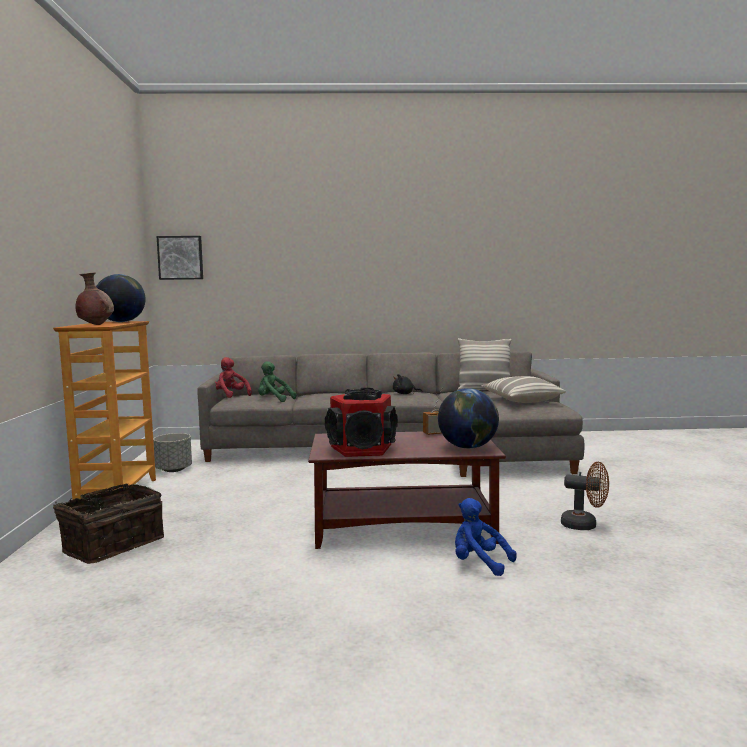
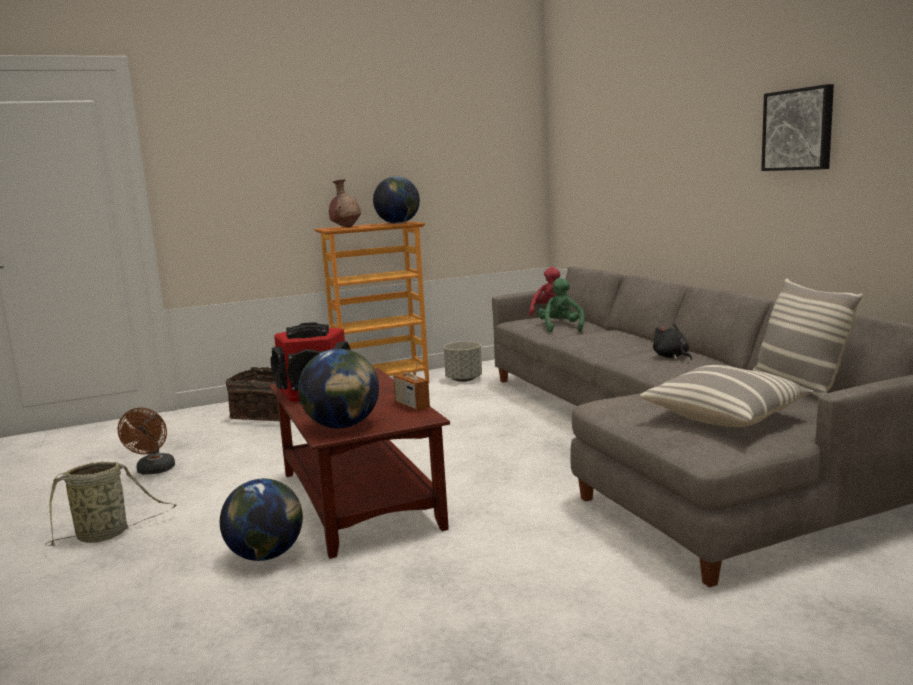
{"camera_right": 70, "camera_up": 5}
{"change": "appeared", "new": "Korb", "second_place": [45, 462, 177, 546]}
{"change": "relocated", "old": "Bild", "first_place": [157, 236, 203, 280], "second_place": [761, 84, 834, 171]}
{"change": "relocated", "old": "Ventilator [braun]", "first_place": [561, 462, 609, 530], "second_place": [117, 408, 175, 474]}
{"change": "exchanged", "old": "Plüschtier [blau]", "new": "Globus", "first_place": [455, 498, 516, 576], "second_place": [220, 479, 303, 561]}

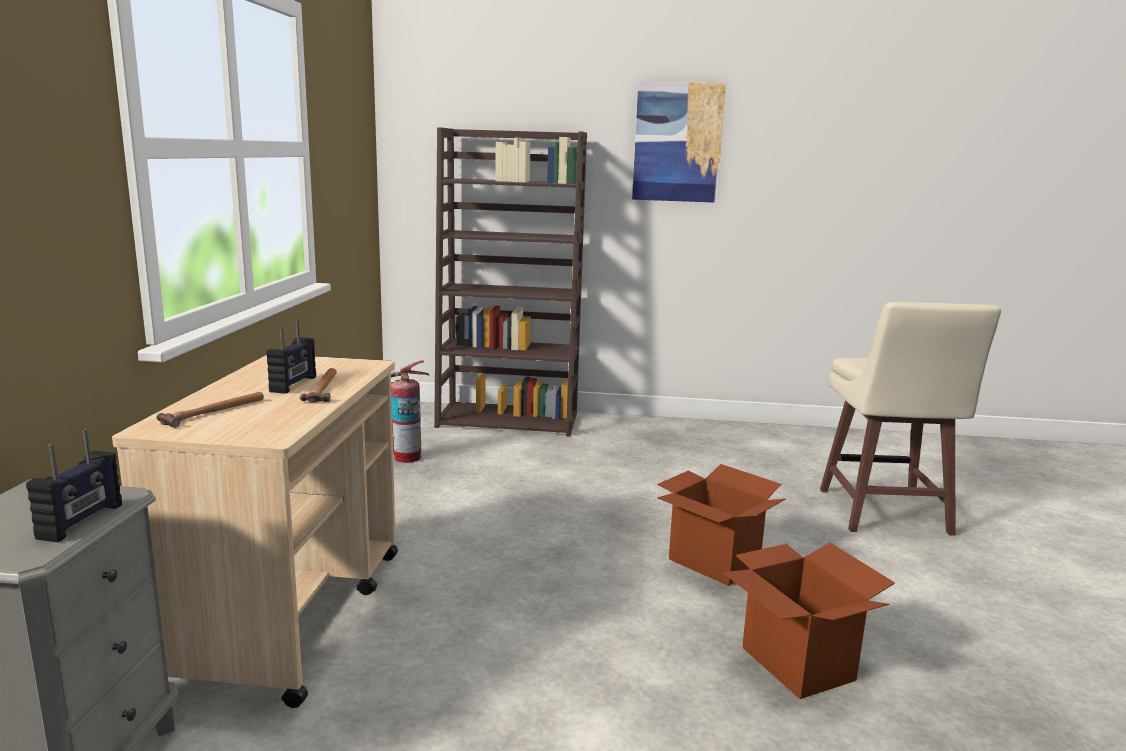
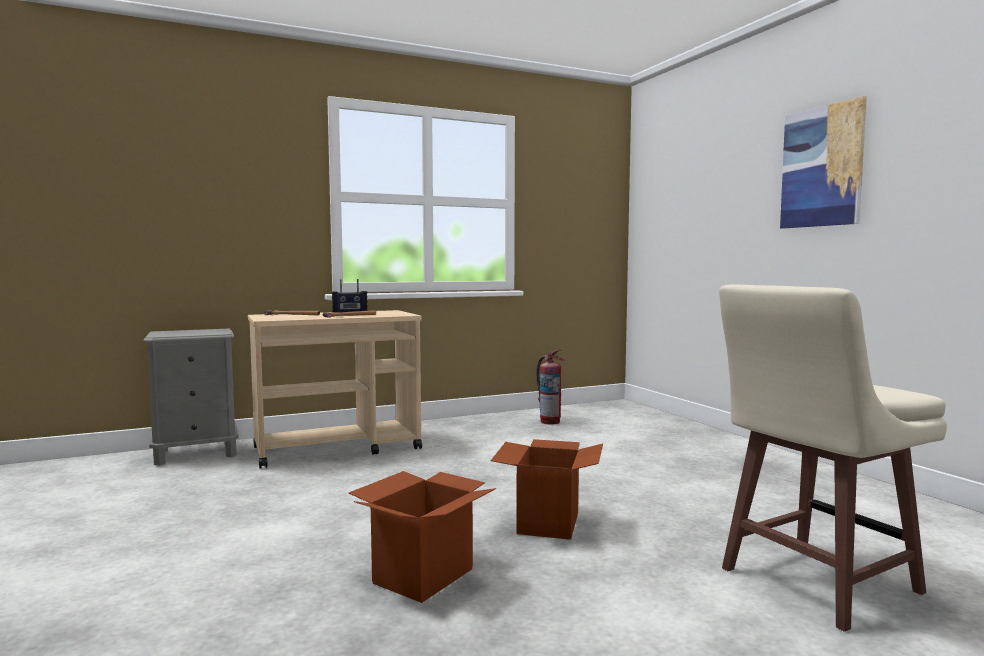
{"camera_right": 60, "camera_up": -10}
{"change": "missing", "old": "Radio", "first_place": [26, 429, 122, 542]}
{"change": "missing", "old": "Bücherregal [braun]", "first_place": [434, 127, 587, 437]}

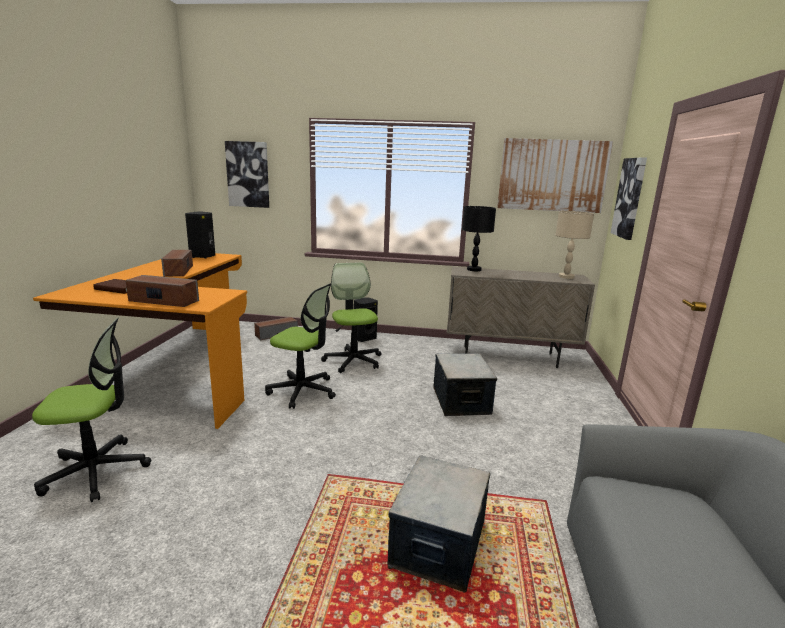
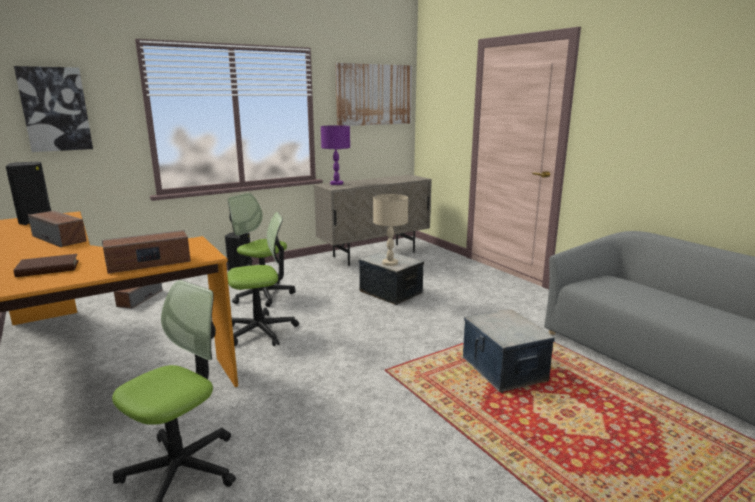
{"camera_right": -40, "camera_up": 0}
{"change": "missing", "old": "Bild", "first_place": [611, 157, 647, 240]}
{"change": "relocated", "old": "Tischlampe [beige]", "first_place": [555, 211, 594, 279], "second_place": [373, 194, 408, 266]}
{"change": "colour", "old": "Tischlampe [schwarz]", "new": "Tischlampe [lila]", "first_place": [462, 206, 496, 271], "second_place": [321, 125, 350, 185]}

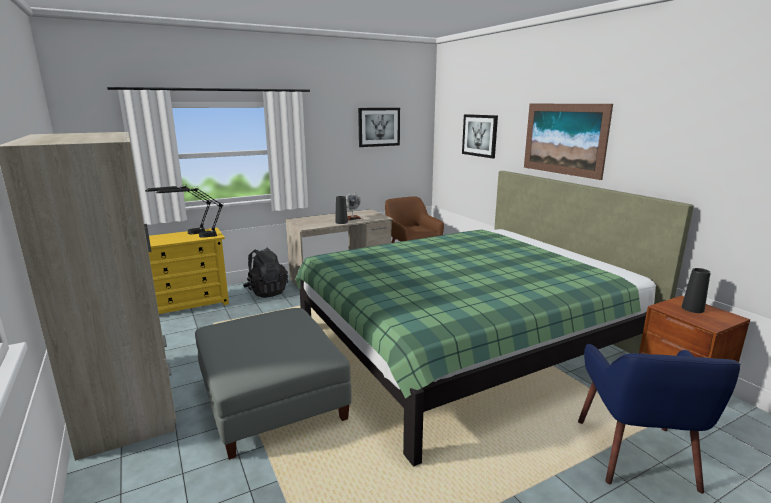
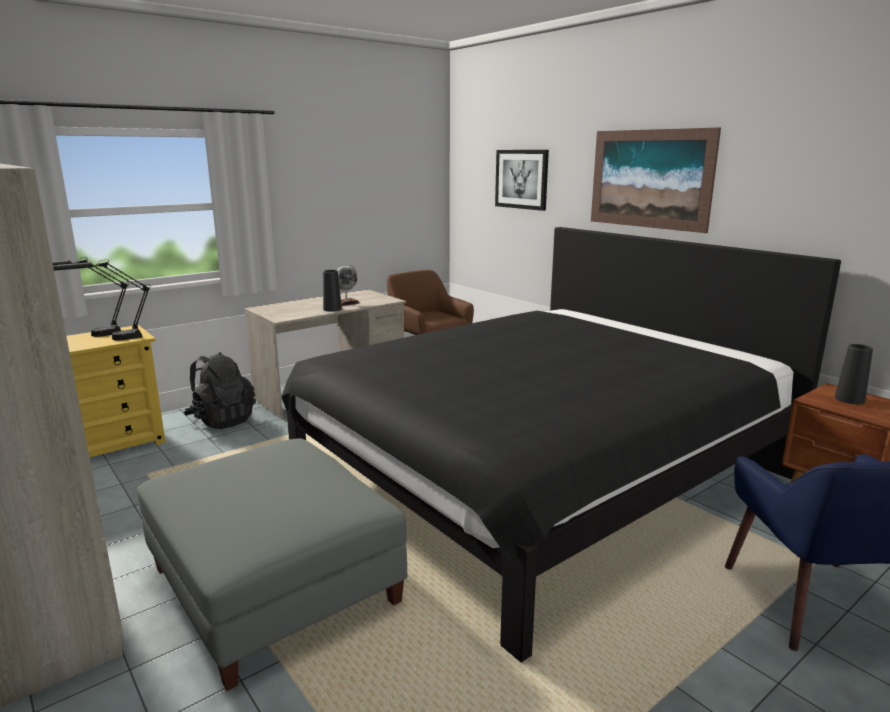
{"camera_right": -10, "camera_up": 0}
{"change": "missing", "old": "Bild", "first_place": [358, 108, 400, 147]}
{"change": "colour", "old": "Bett [grün]", "new": "Bett [schwarz]", "first_place": [295, 171, 694, 466], "second_place": [281, 227, 841, 662]}

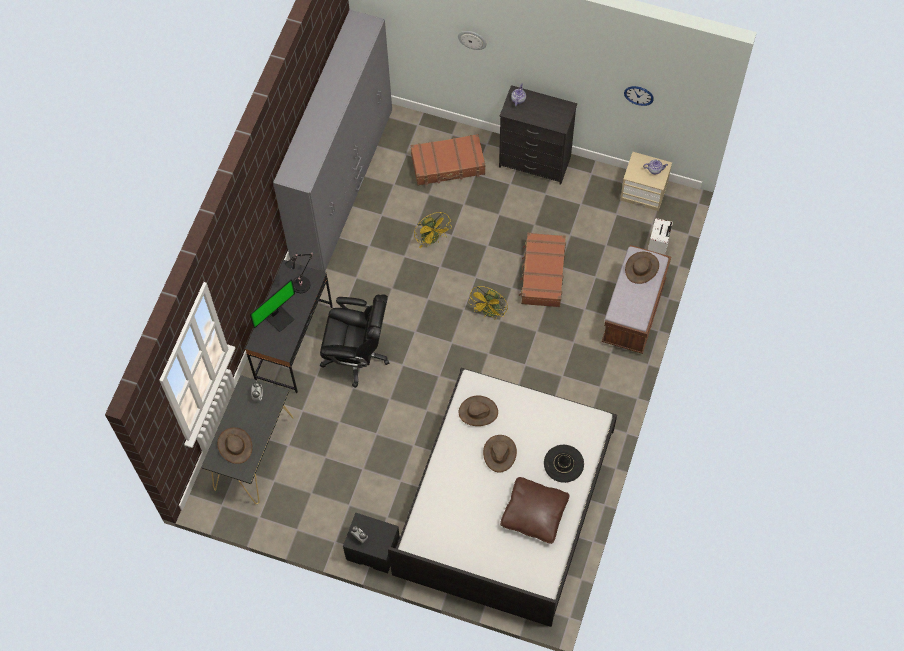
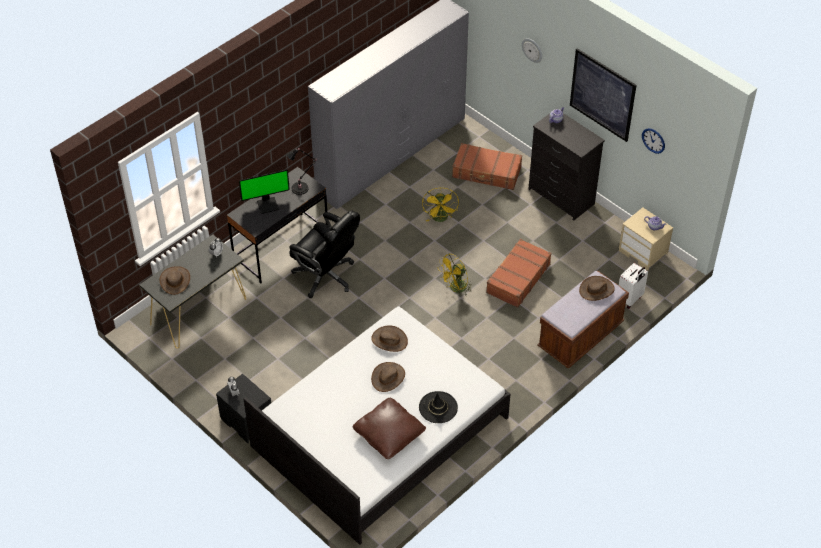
{"camera_right": 25, "camera_up": -15}
{"change": "appeared", "new": "Bild", "second_place": [570, 48, 636, 142]}

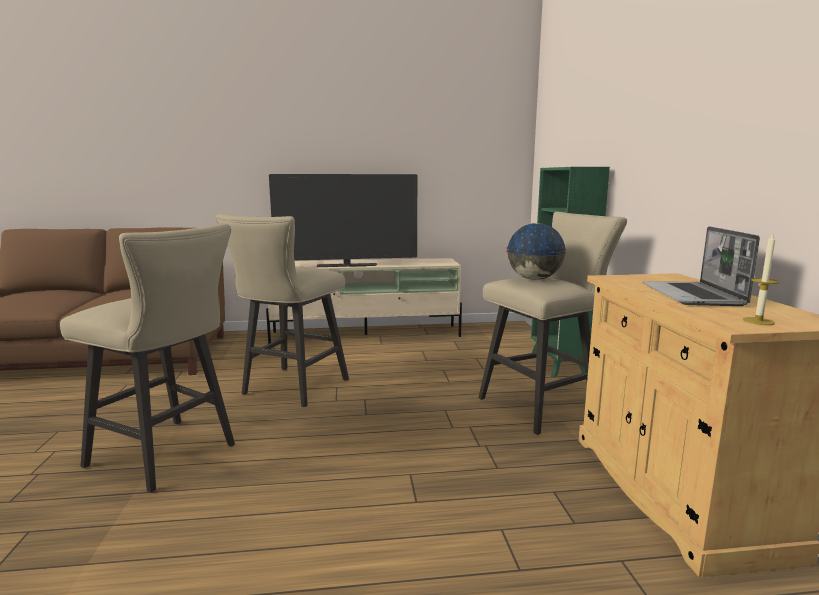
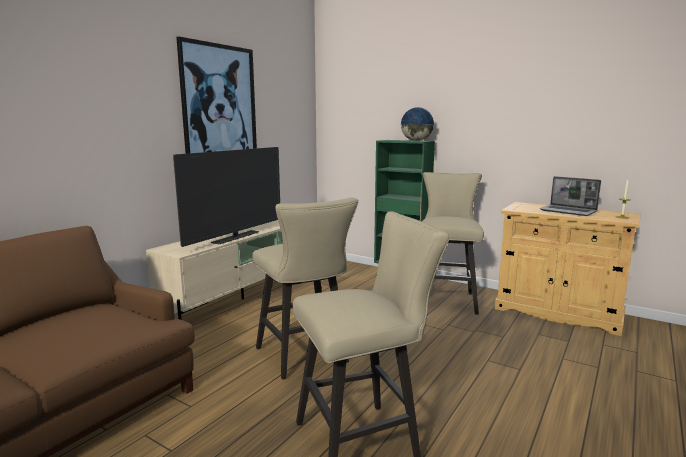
{"camera_right": -50, "camera_up": 0}
{"change": "appeared", "new": "Bild", "second_place": [176, 36, 257, 154]}
{"change": "relocated", "old": "Globus", "first_place": [506, 223, 567, 280], "second_place": [401, 107, 434, 141]}

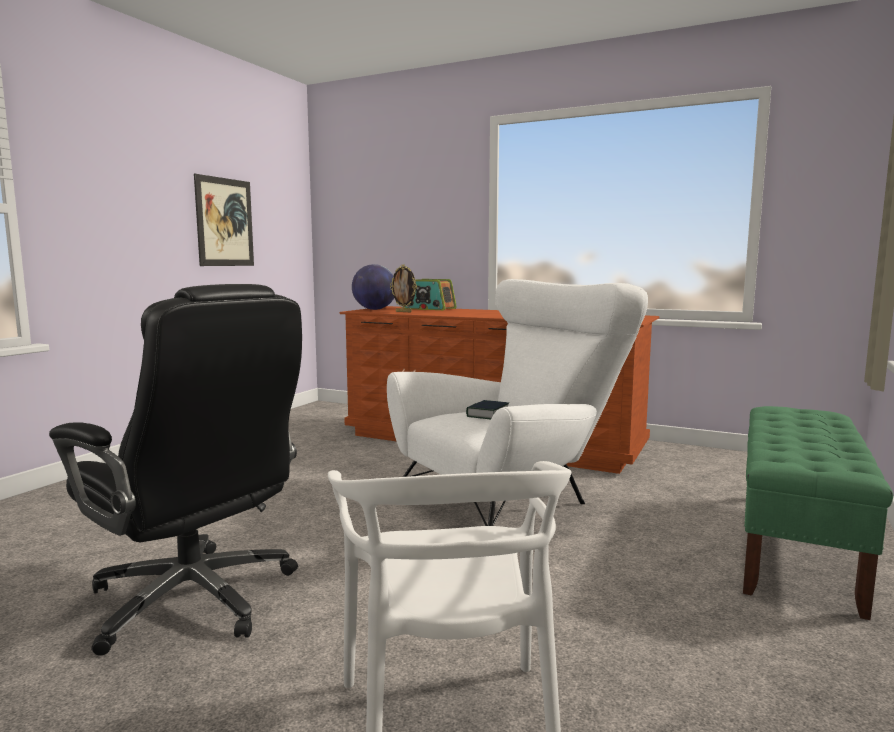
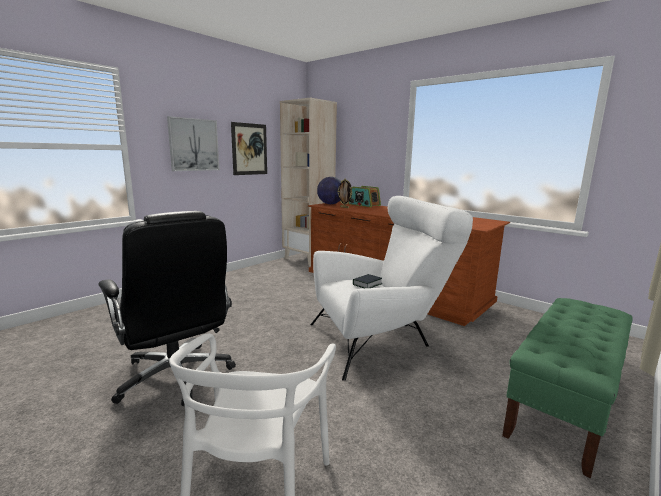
{"camera_right": 15, "camera_up": 5}
{"change": "appeared", "new": "Bild", "second_place": [167, 116, 219, 171]}
{"change": "appeared", "new": "Bücherregal [beige]", "second_place": [280, 98, 337, 267]}

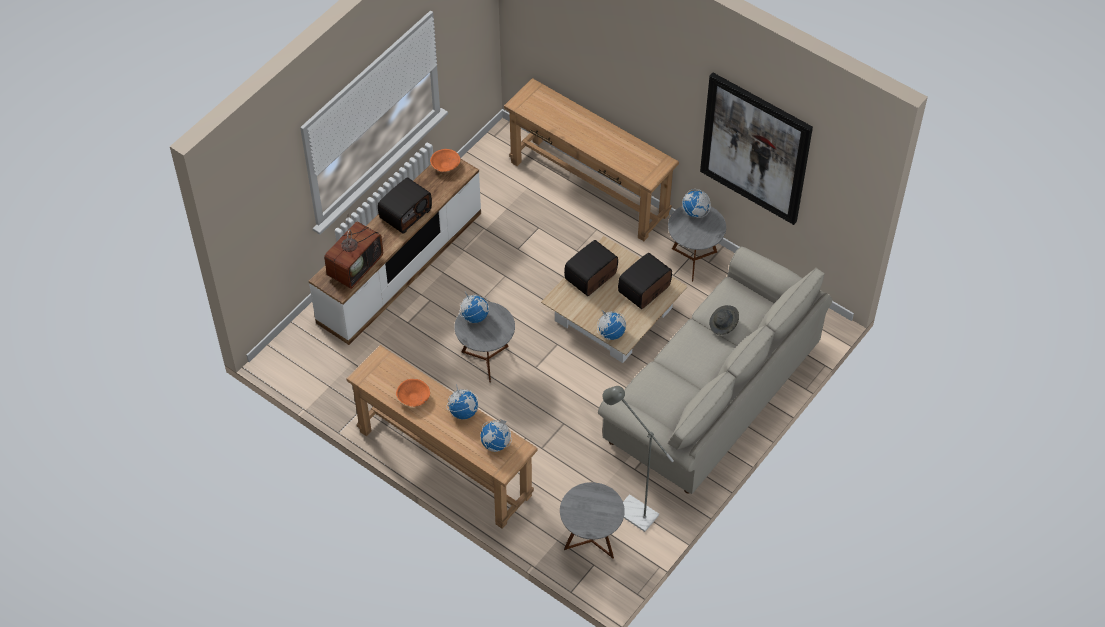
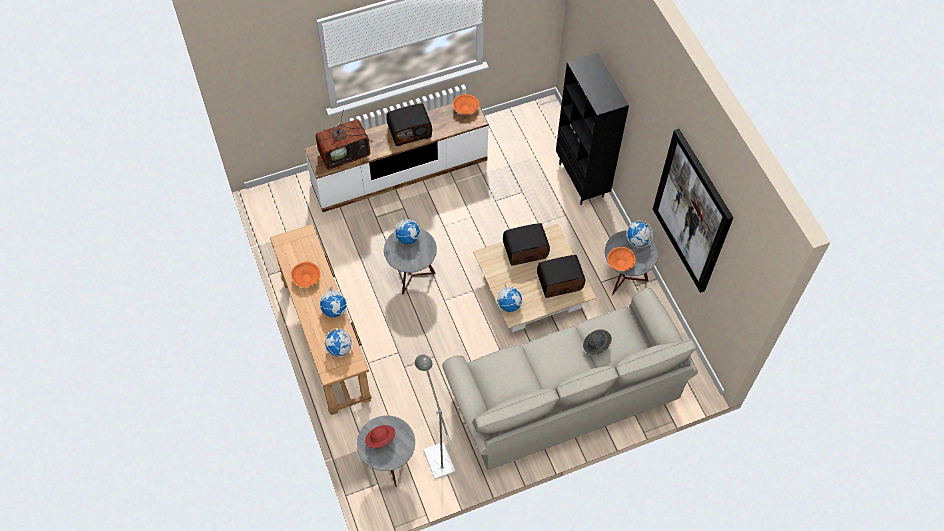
{"camera_right": 30, "camera_up": 5}
{"change": "appeared", "new": "Hut [rot]", "second_place": [365, 425, 395, 448]}
{"change": "appeared", "new": "Schüssel [orange]", "second_place": [607, 247, 636, 271]}
{"change": "exchanged", "old": "Konsolentisch [braun]", "new": "Bücherregal [schwarz]", "first_place": [504, 78, 679, 241], "second_place": [556, 53, 629, 205]}

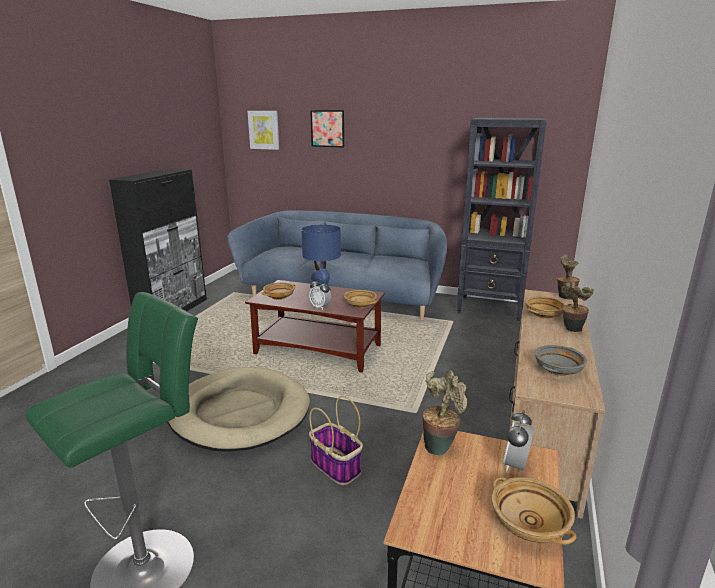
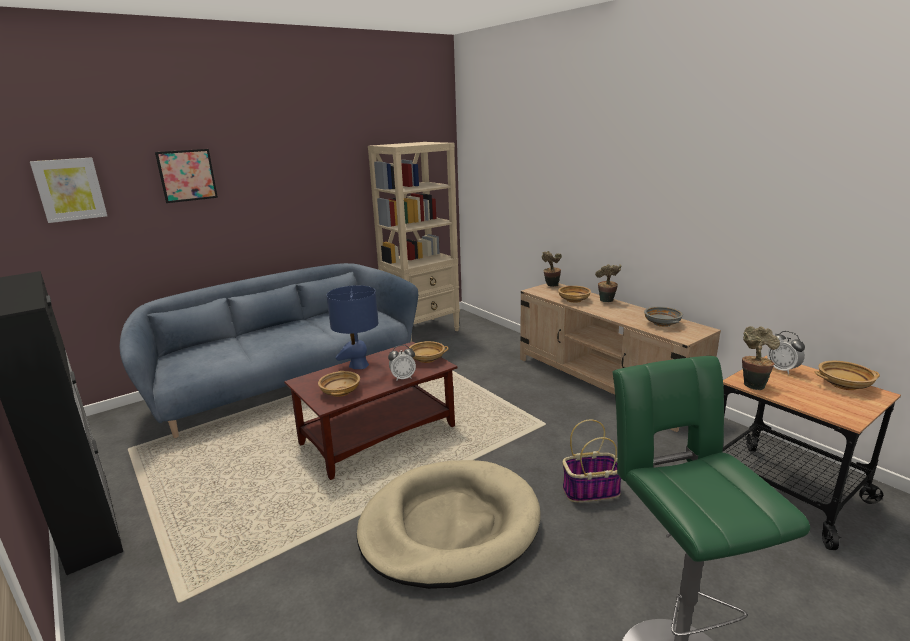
{"camera_right": -55, "camera_up": 0}
{"change": "colour", "old": "Bücherregal [schwarz]", "new": "Bücherregal [beige]", "first_place": [457, 118, 547, 321], "second_place": [368, 142, 460, 342]}

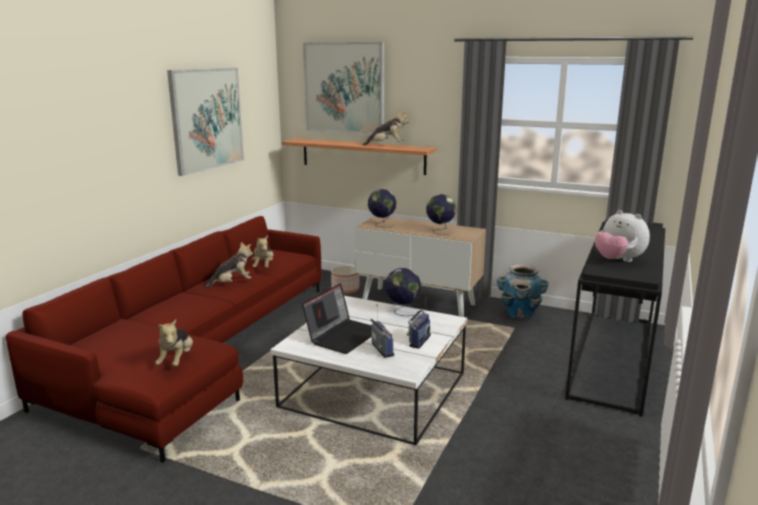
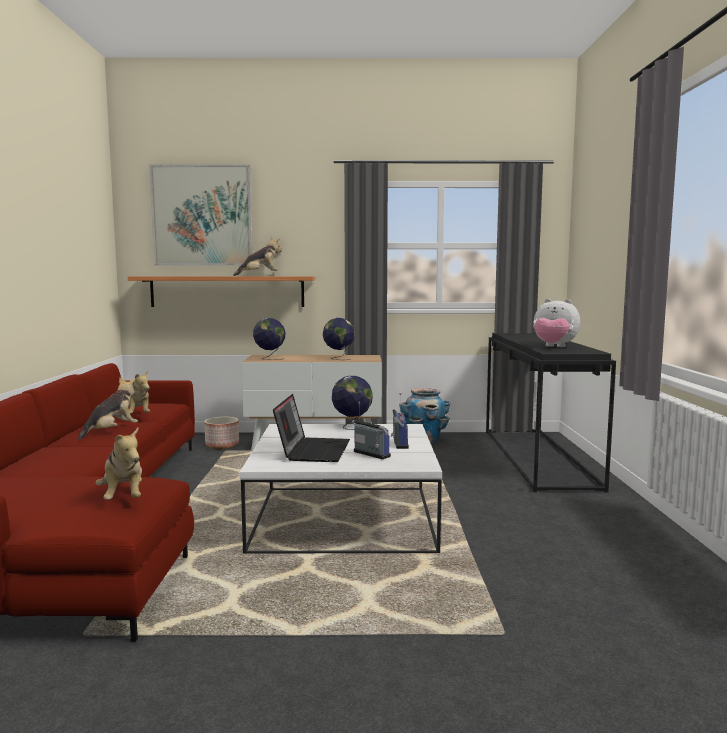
{"camera_right": -25, "camera_up": -10}
{"change": "missing", "old": "Bild", "first_place": [167, 68, 244, 176]}

